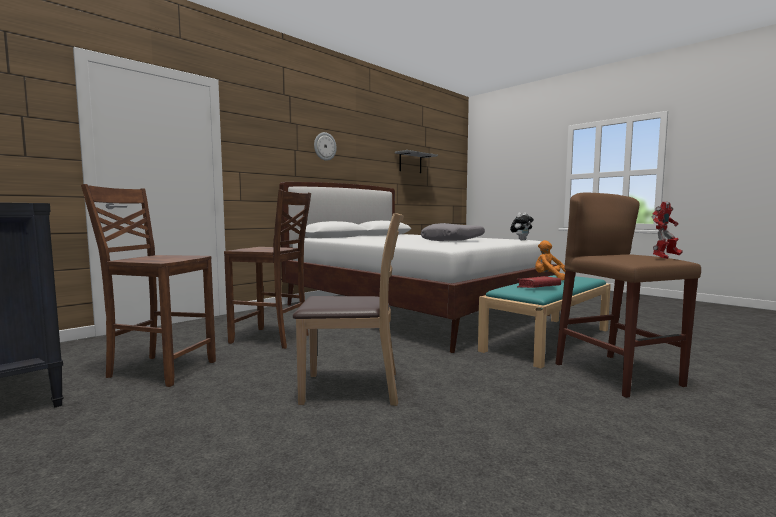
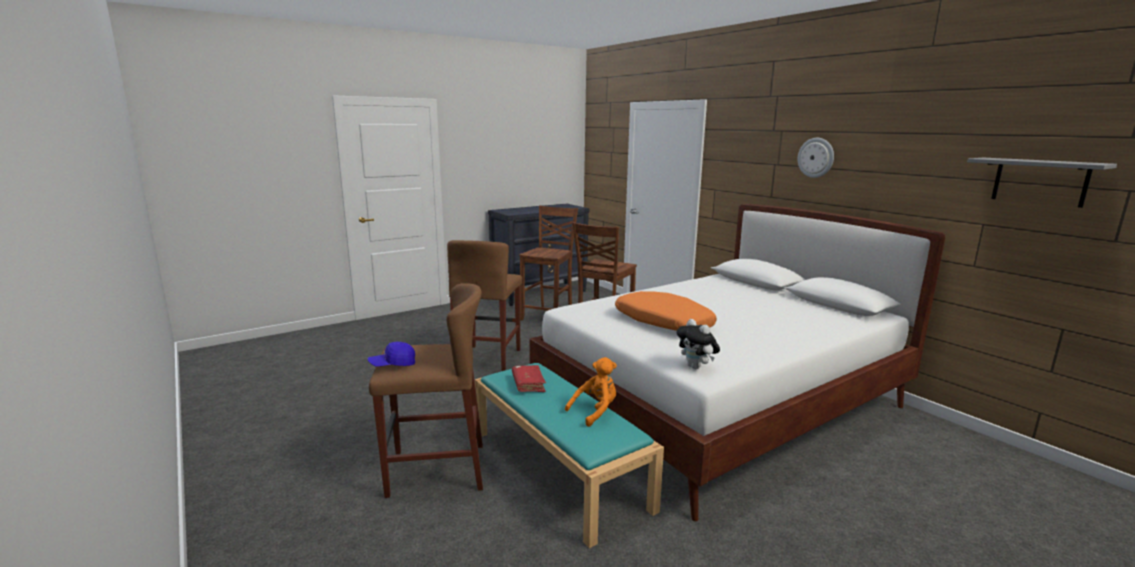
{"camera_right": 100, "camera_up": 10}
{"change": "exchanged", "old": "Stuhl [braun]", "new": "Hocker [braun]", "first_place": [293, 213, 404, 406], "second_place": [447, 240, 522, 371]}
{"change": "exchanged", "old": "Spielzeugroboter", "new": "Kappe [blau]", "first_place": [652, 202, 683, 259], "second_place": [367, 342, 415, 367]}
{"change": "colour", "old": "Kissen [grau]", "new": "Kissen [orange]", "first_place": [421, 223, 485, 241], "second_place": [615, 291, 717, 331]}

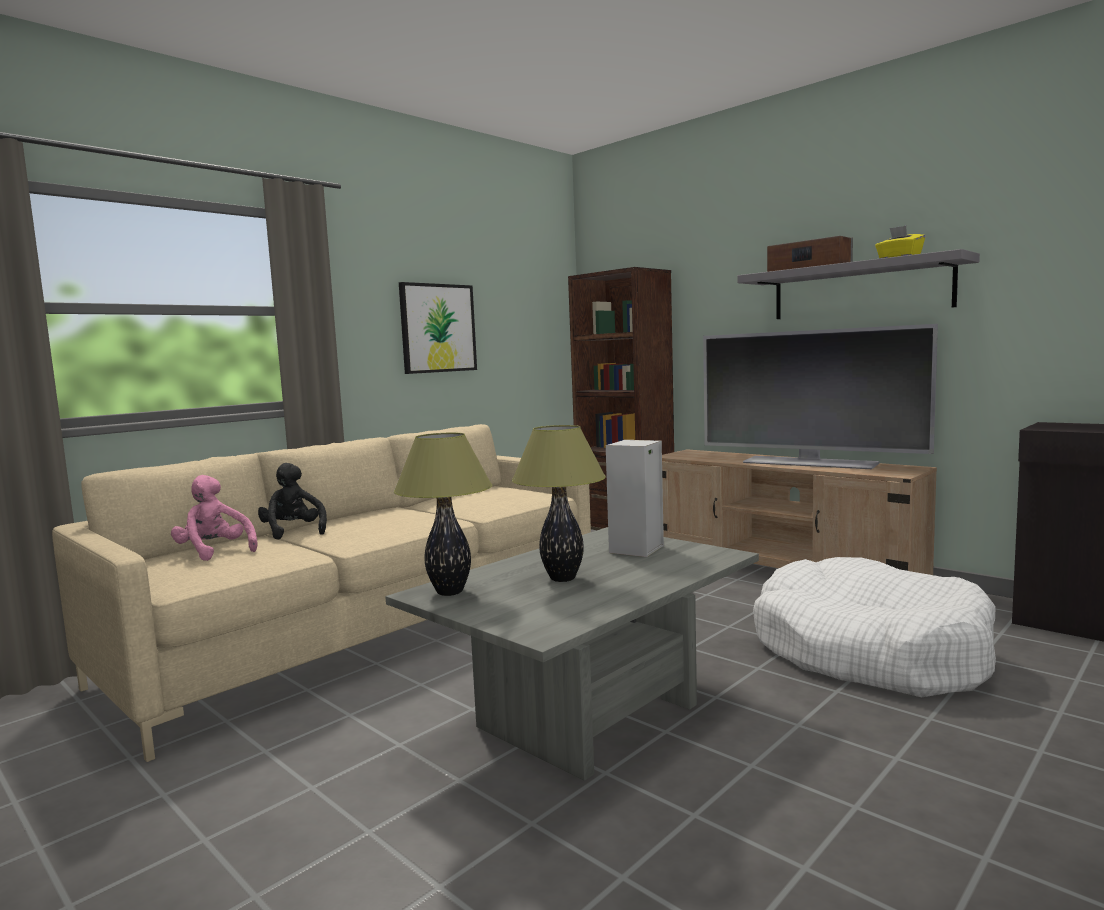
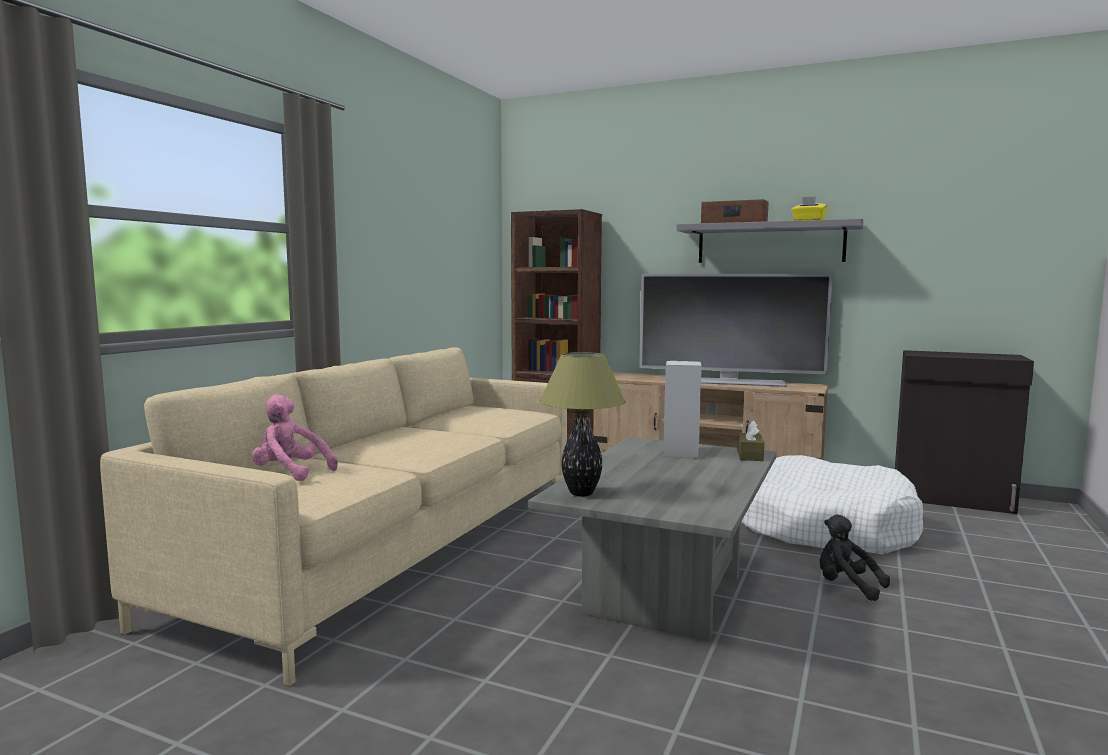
{"camera_right": -20, "camera_up": 0}
{"change": "missing", "old": "Bild", "first_place": [399, 282, 477, 374]}
{"change": "missing", "old": "Tischlampe", "first_place": [512, 425, 606, 582]}
{"change": "appeared", "new": "Taschentuchbox [braun]", "second_place": [737, 420, 764, 461]}
{"change": "relocated", "old": "Plüschtier [schwarz]", "first_place": [258, 463, 327, 540], "second_place": [819, 515, 890, 601]}

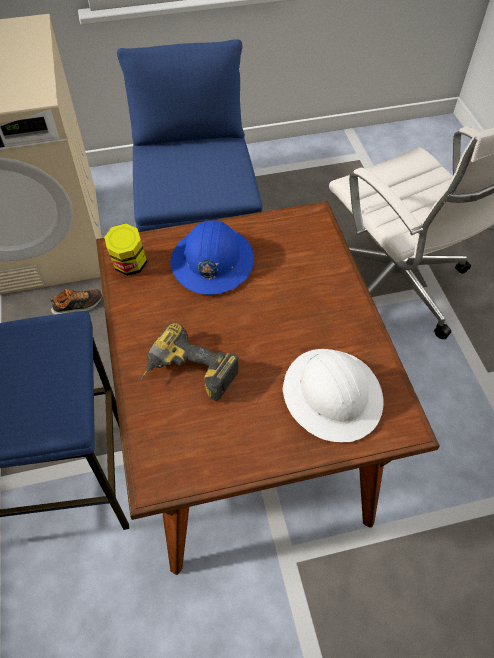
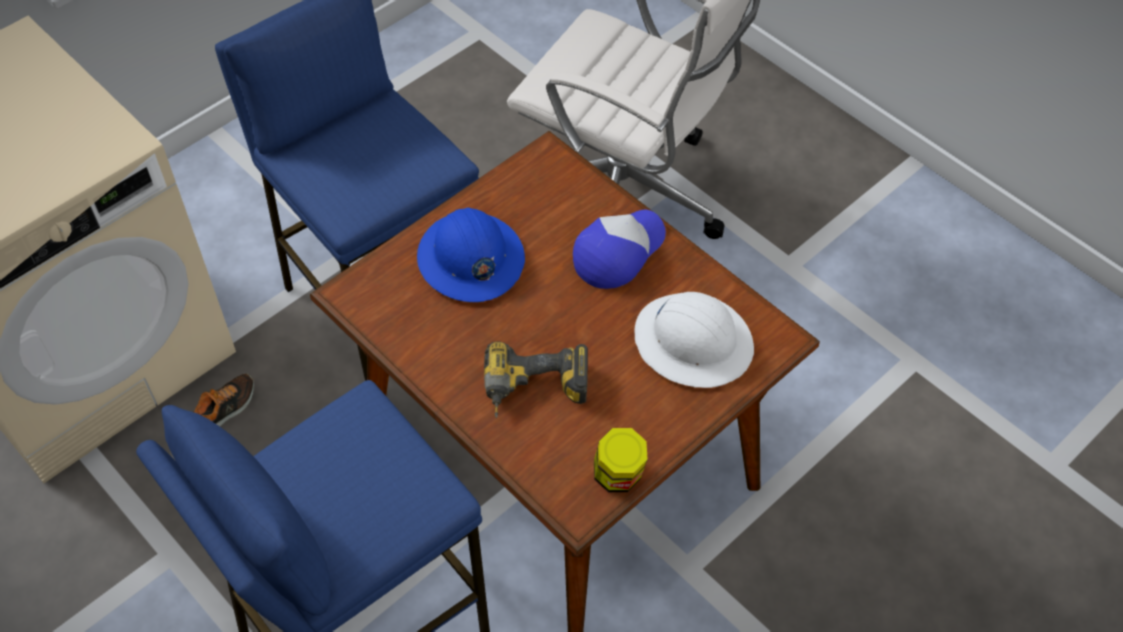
{"camera_right": -30, "camera_up": 0}
{"change": "appeared", "new": "Kappe", "second_place": [573, 210, 666, 289]}
{"change": "relocated", "old": "Vorratsglas", "first_place": [104, 223, 147, 276], "second_place": [594, 428, 648, 492]}

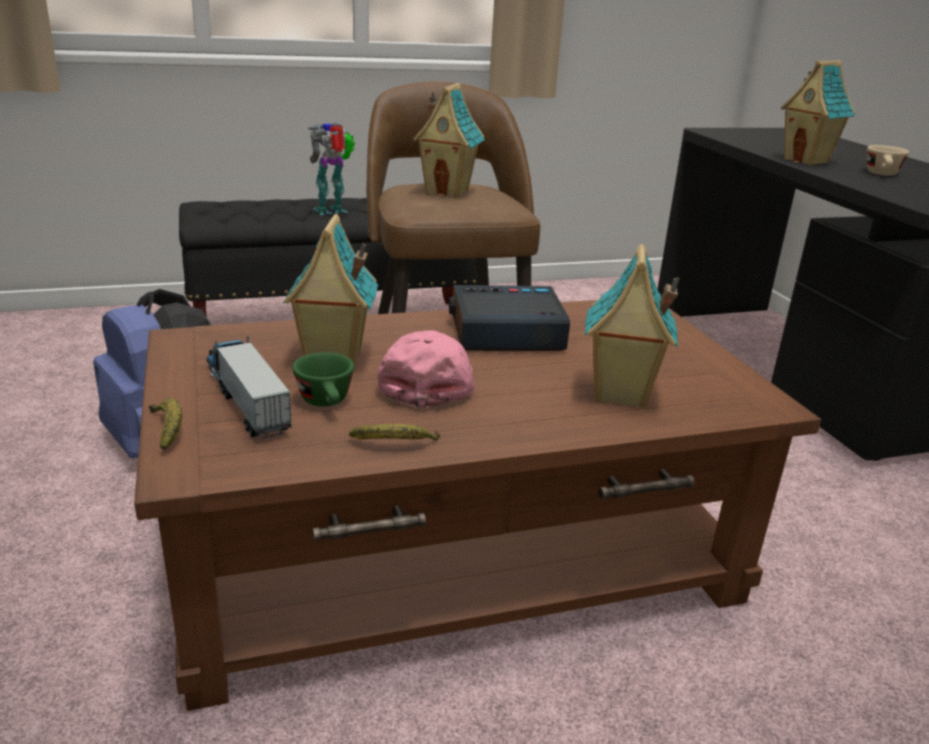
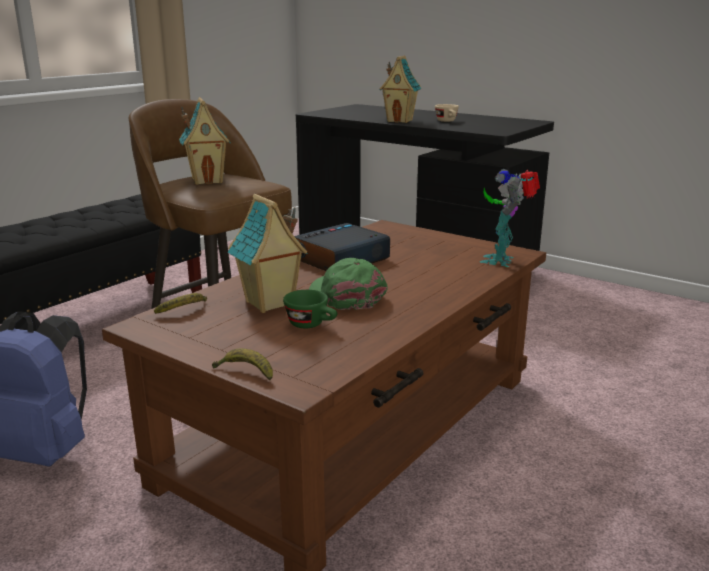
{"camera_right": -35, "camera_up": -5}
{"change": "missing", "old": "Spielzeuglaster", "first_place": [206, 336, 291, 438]}
{"change": "missing", "old": "Spielzeughaus", "first_place": [585, 244, 679, 409]}
{"change": "relocated", "old": "Spielzeugroboter", "first_place": [308, 123, 355, 215], "second_place": [479, 169, 540, 267]}
{"change": "relocated", "old": "Banane", "first_place": [349, 424, 440, 441], "second_place": [154, 293, 207, 314]}
{"change": "colour", "old": "Kappe [rosa]", "new": "Kappe [grün]", "first_place": [377, 330, 474, 408], "second_place": [309, 258, 388, 310]}

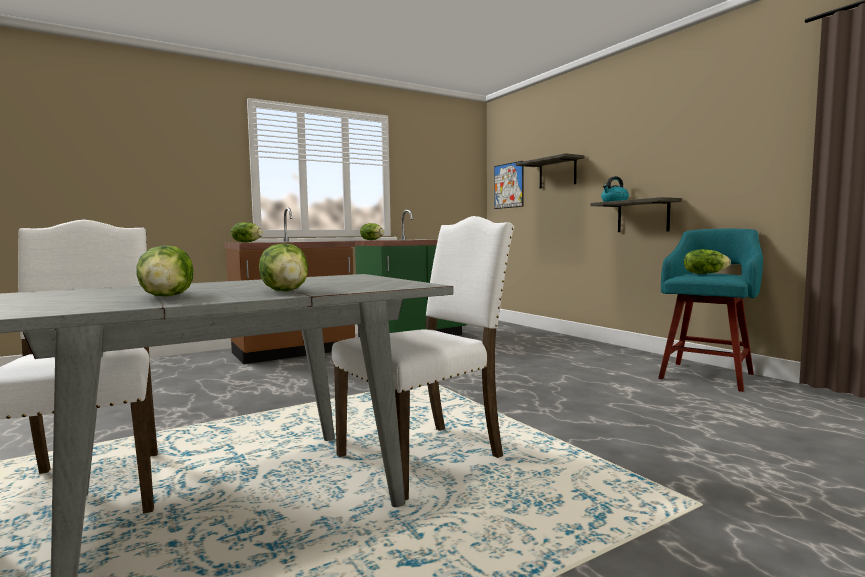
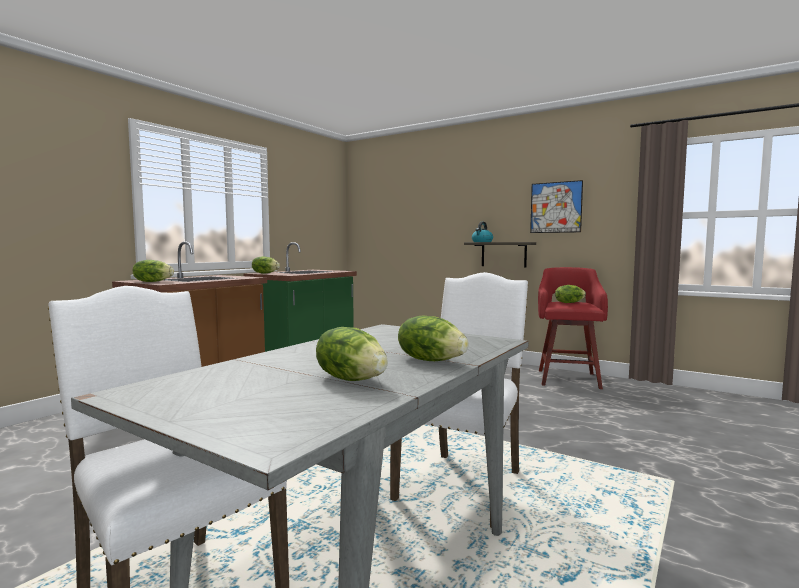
{"camera_right": -25, "camera_up": 0}
{"change": "missing", "old": "Wandregal", "first_place": [515, 153, 584, 189]}
{"change": "relocated", "old": "Bild", "first_place": [494, 161, 524, 209], "second_place": [530, 180, 583, 233]}
{"change": "colour", "old": "Hocker [türkis]", "new": "Hocker [rot]", "first_place": [658, 229, 763, 392], "second_place": [538, 267, 608, 389]}

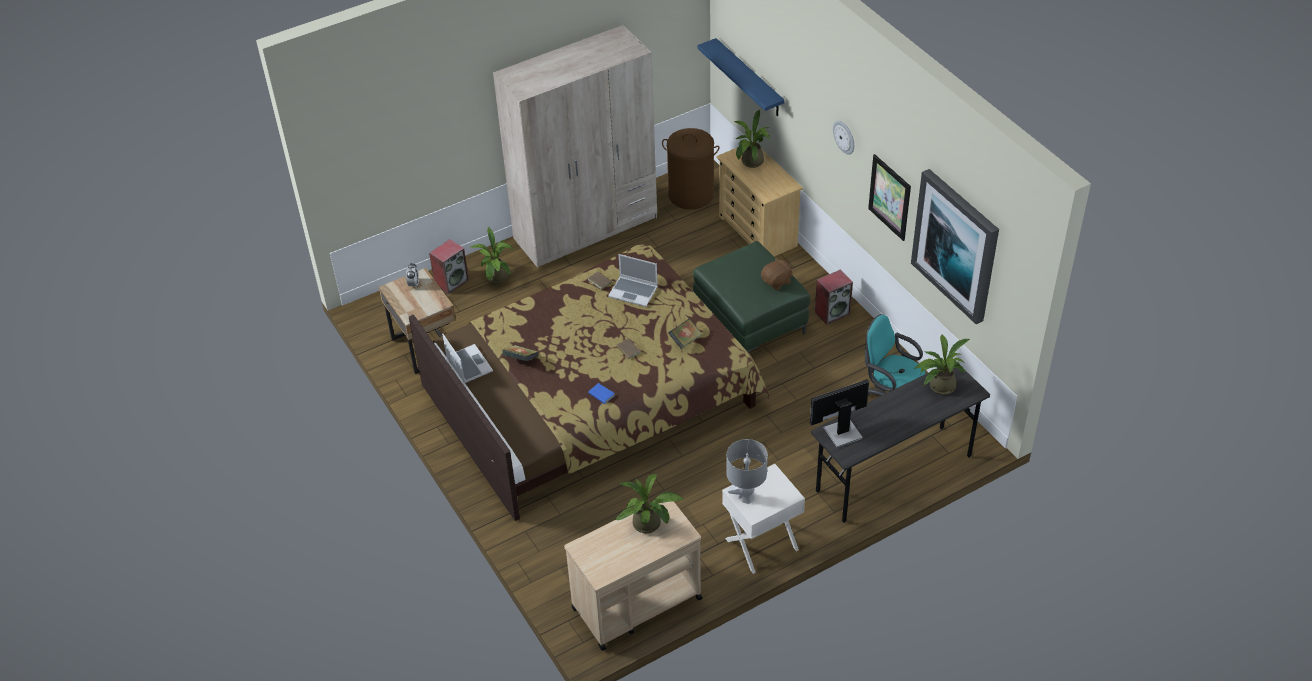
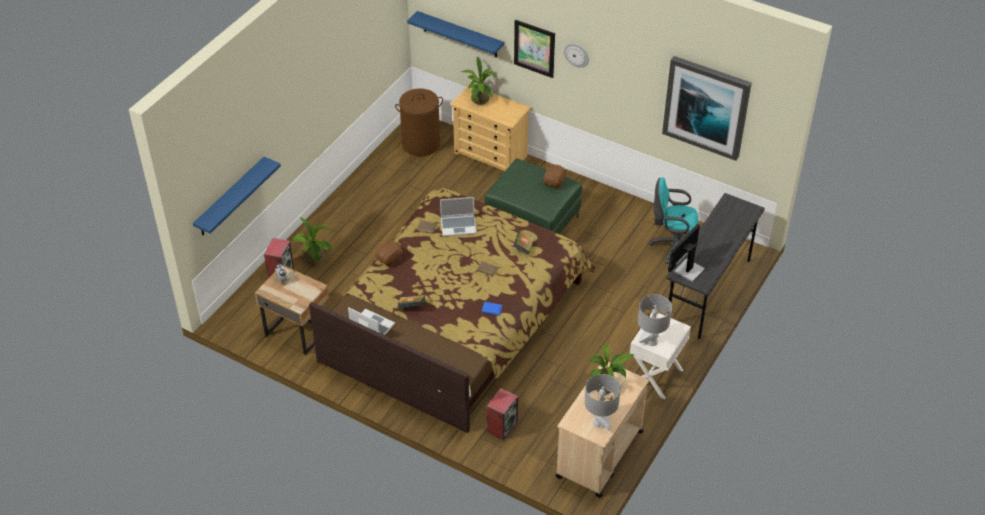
{"camera_right": -30, "camera_up": 0}
{"change": "missing", "old": "Kleiderschrank [beige]", "first_place": [493, 25, 657, 268]}
{"change": "missing", "old": "Topfpflanze", "first_place": [915, 334, 970, 395]}
{"change": "appeared", "new": "Wandregal [blau]", "second_place": [193, 157, 281, 235]}
{"change": "appeared", "new": "Plüschtier [braun]", "second_place": [375, 239, 403, 267]}
{"change": "appeared", "new": "Tischlampe [grau]", "second_place": [584, 374, 621, 430]}
{"change": "relocated", "old": "Lautsprecher", "first_place": [815, 269, 853, 325], "second_place": [487, 388, 518, 441]}
{"change": "relocated", "old": "Bild", "first_place": [868, 154, 911, 241], "second_place": [514, 20, 555, 78]}

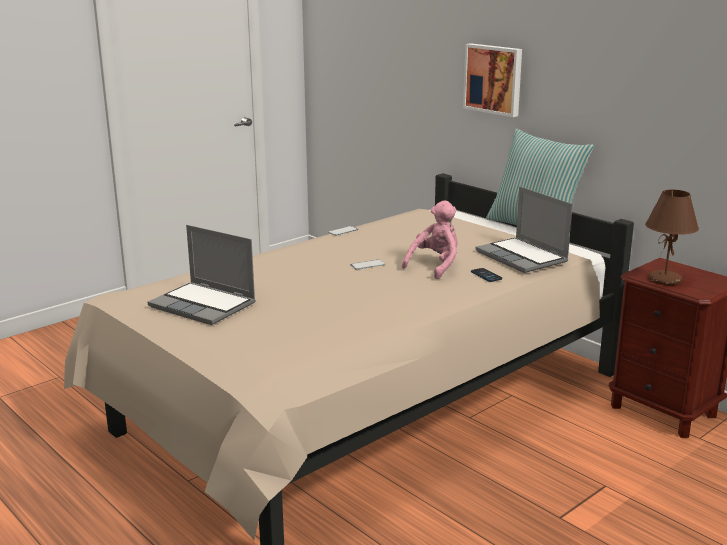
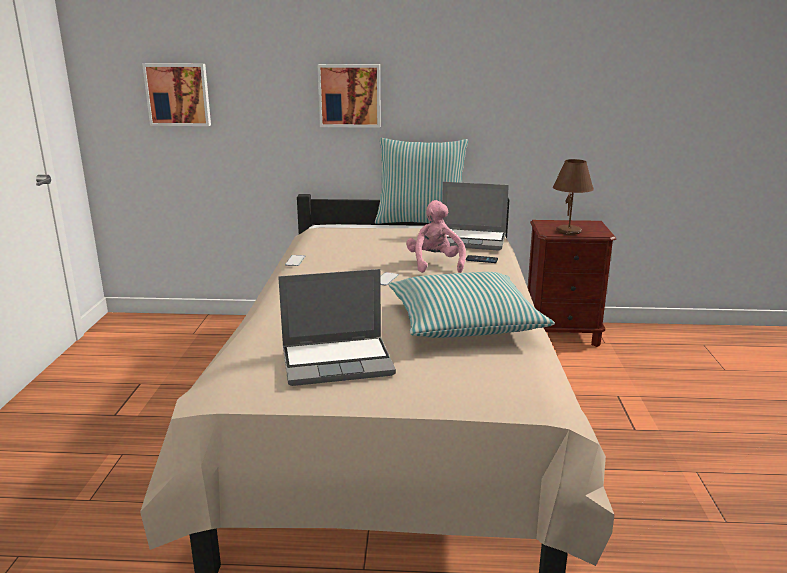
{"camera_right": -45, "camera_up": 0}
{"change": "appeared", "new": "Bild", "second_place": [142, 63, 211, 126]}
{"change": "appeared", "new": "Kissen", "second_place": [388, 272, 555, 338]}

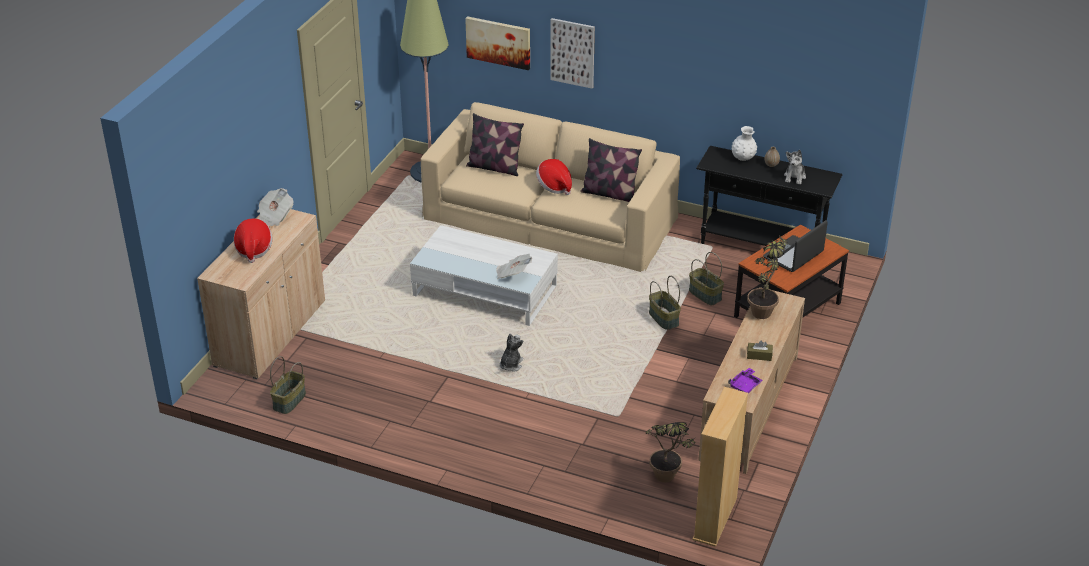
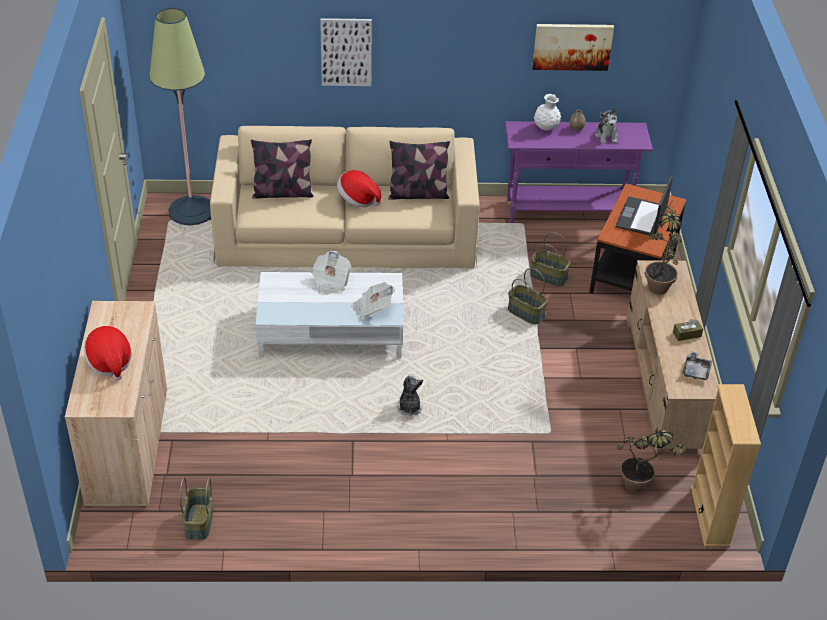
{"camera_right": -25, "camera_up": 5}
{"change": "relocated", "old": "Zeitung", "first_place": [257, 188, 293, 226], "second_place": [311, 251, 352, 295]}
{"change": "relocated", "old": "Bild", "first_place": [465, 16, 530, 70], "second_place": [532, 24, 614, 71]}
{"change": "colour", "old": "Konsolentisch [schwarz]", "new": "Konsolentisch [lila]", "first_place": [696, 146, 842, 246], "second_place": [505, 121, 653, 223]}
{"change": "colour", "old": "Tablett [lila]", "new": "Tablett [grau]", "first_place": [728, 368, 763, 393], "second_place": [683, 351, 712, 380]}

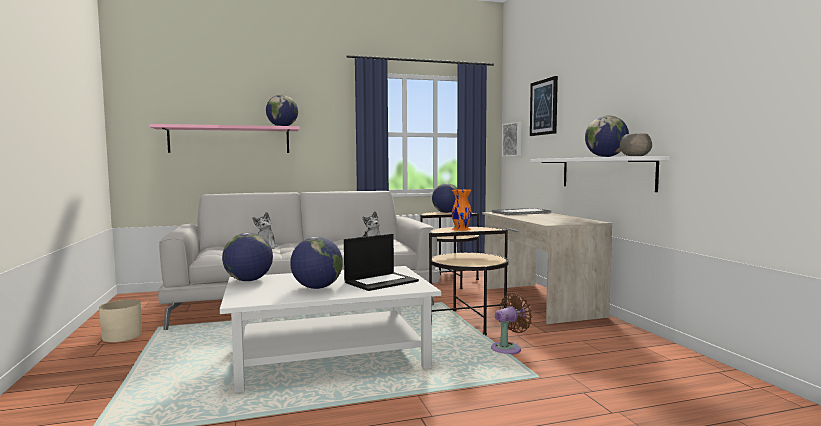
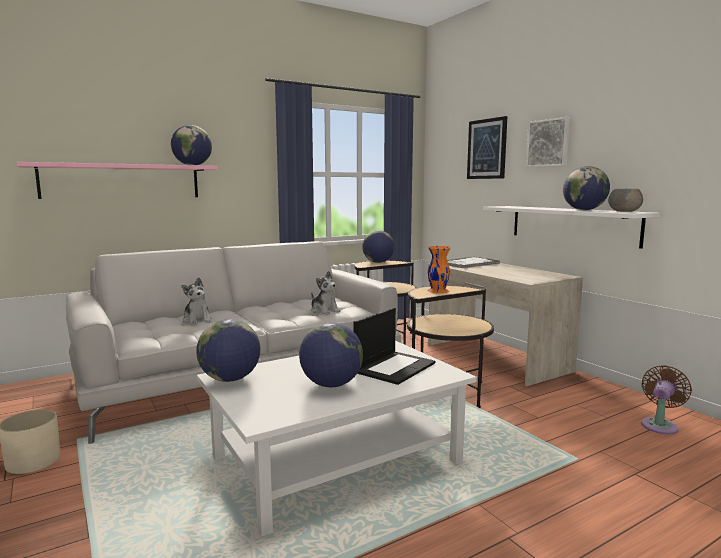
{"camera_right": -15, "camera_up": 5}
{"change": "relocated", "old": "Ventilator [braun]", "first_place": [491, 293, 532, 355], "second_place": [641, 365, 692, 434]}
{"change": "relocated", "old": "Bild", "first_place": [502, 122, 521, 157], "second_place": [526, 117, 570, 167]}

